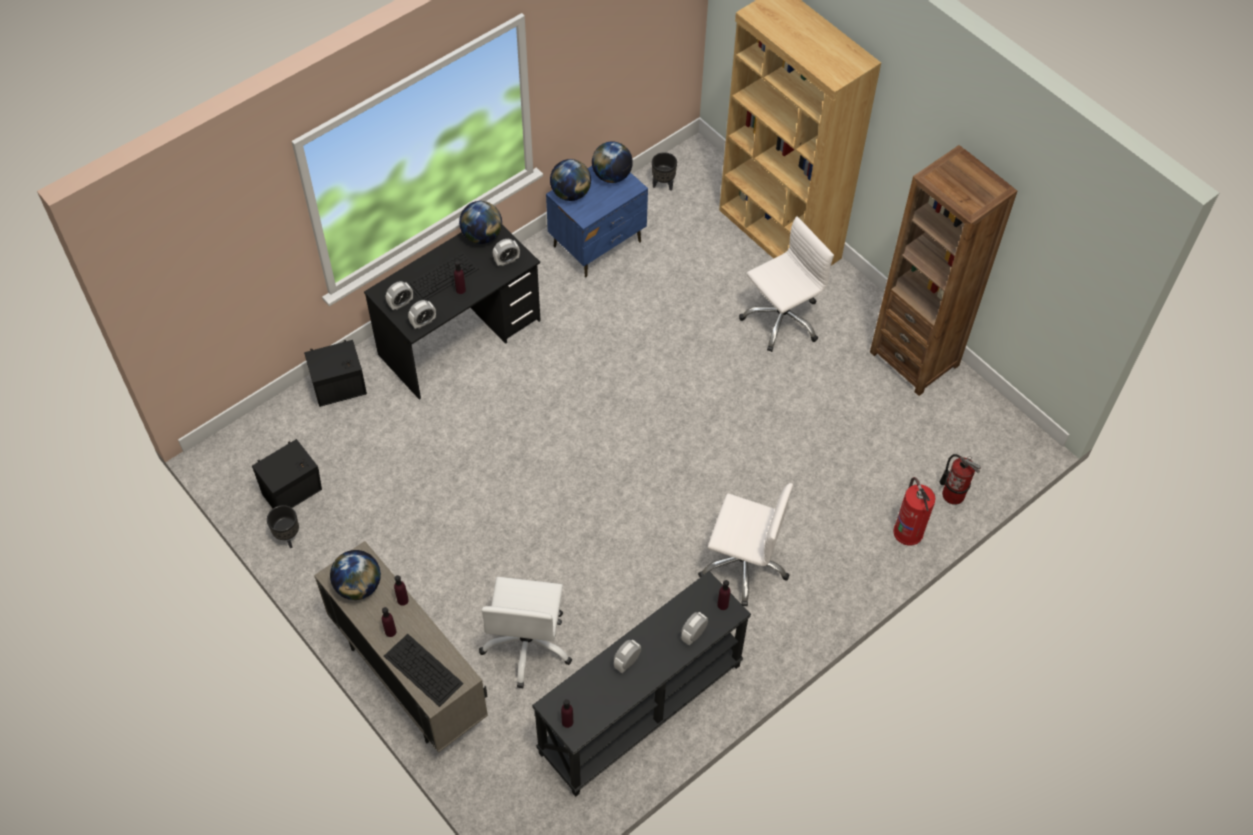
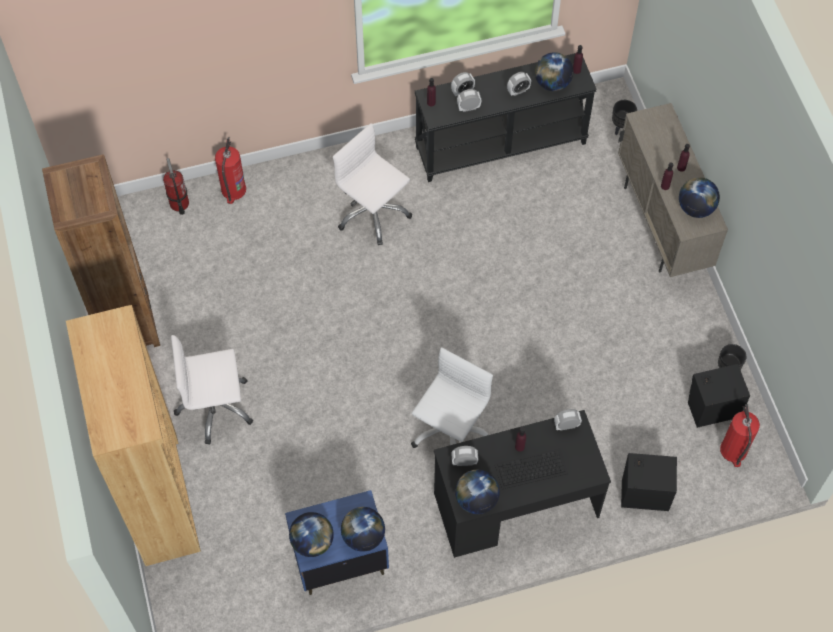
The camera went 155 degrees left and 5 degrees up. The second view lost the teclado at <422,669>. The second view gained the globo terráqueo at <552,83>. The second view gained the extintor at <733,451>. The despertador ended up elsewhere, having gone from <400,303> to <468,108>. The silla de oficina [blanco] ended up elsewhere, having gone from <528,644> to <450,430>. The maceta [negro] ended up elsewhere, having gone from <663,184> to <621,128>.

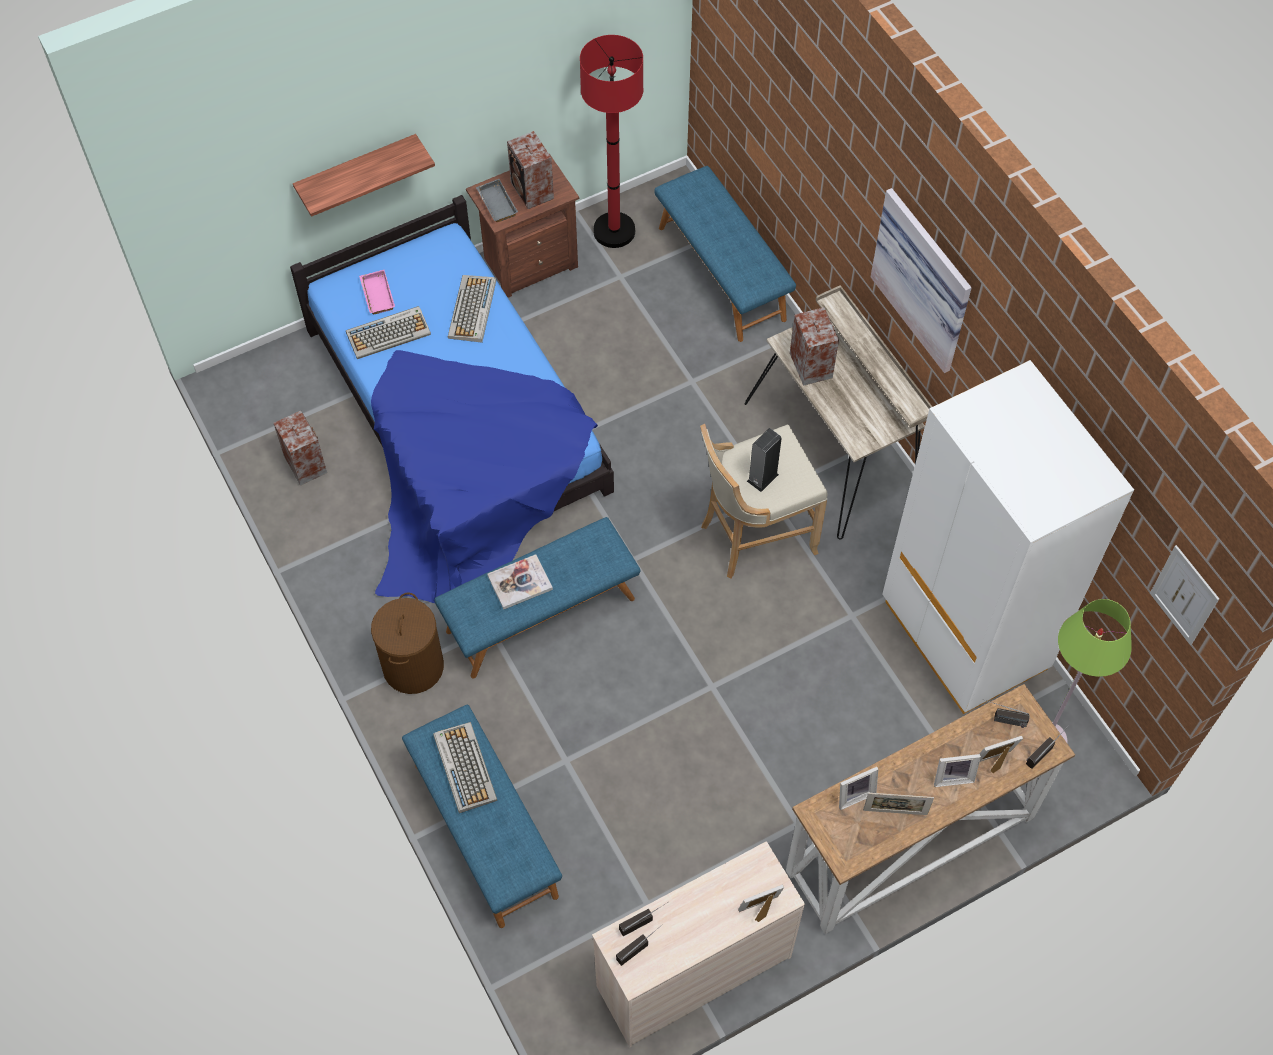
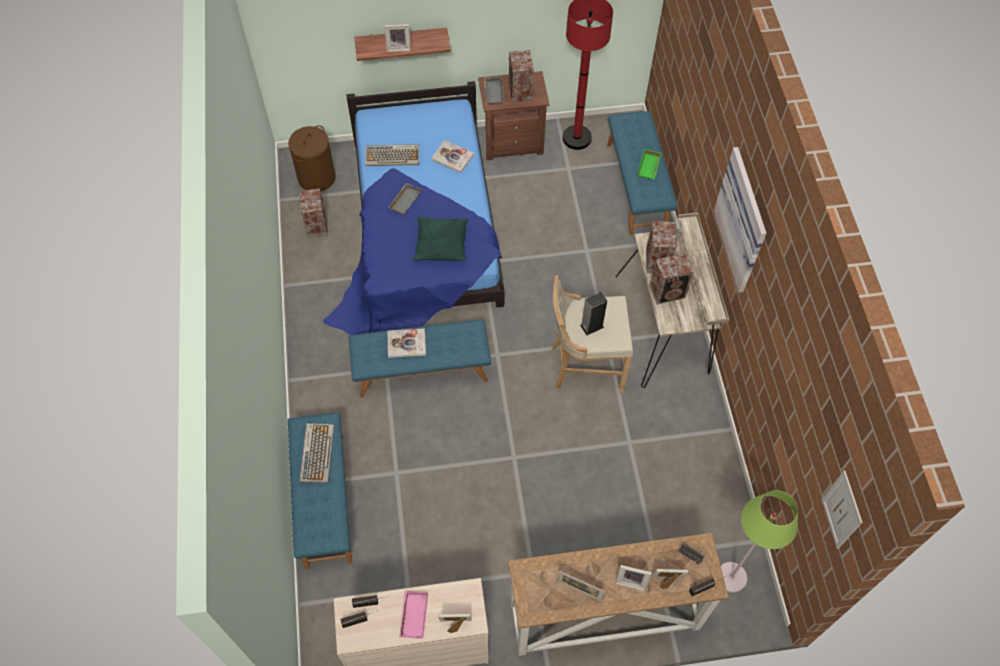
The camera went 20 degrees right and 0 degrees up. The second view lost the armario ropero [blanco] at <964,636>. The second view gained the bandeja [gris] at <404,200>. The second view gained the cojín [verde] at <441,244>. The second view gained the bandeja [verde] at <649,167>. The second view gained the altavoz at <668,292>. The bandeja [rosa] ended up elsewhere, having gone from <376,295> to <413,615>. The cesto de la ropa [marrón] ended up elsewhere, having gone from <413,666> to <317,177>. The portarretratos ended up elsewhere, having gone from <854,794> to <398,47>. Where the teclado stood at <472,310>, the libro came to stand at <452,157>.

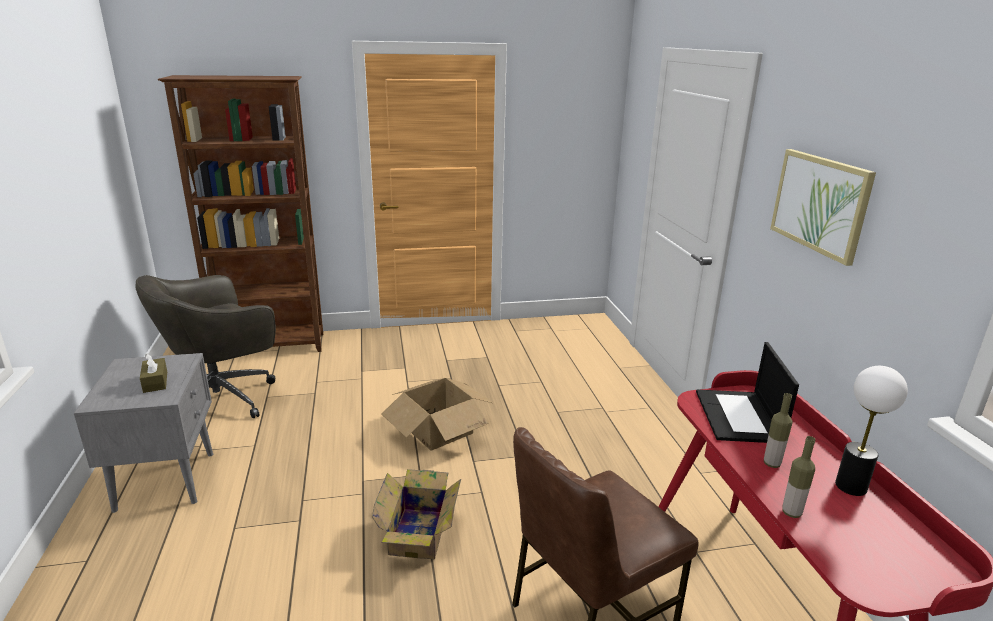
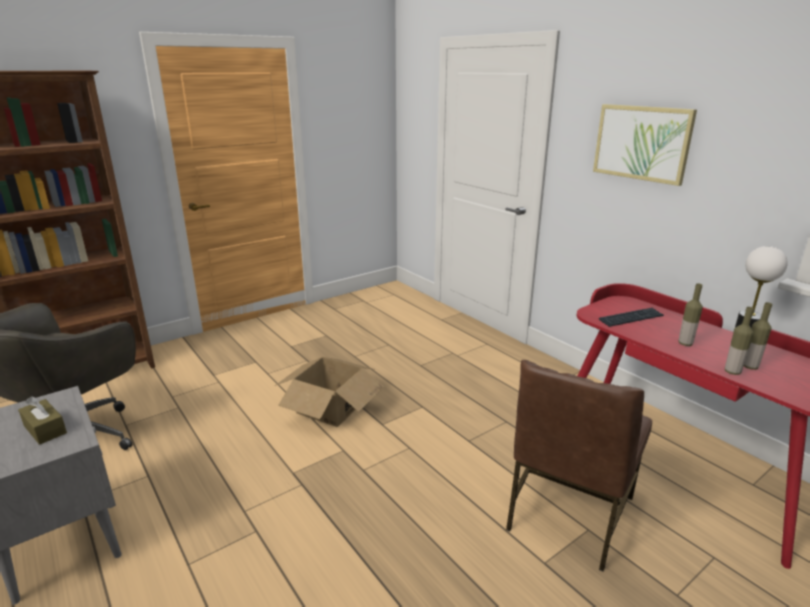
The camera went 25 degrees left and 0 degrees up. The second view lost the caja de cartón at <420,531>. The second view gained the botella at <750,366>. Where the portátil stood at <739,417>, the teclado came to stand at <631,318>.

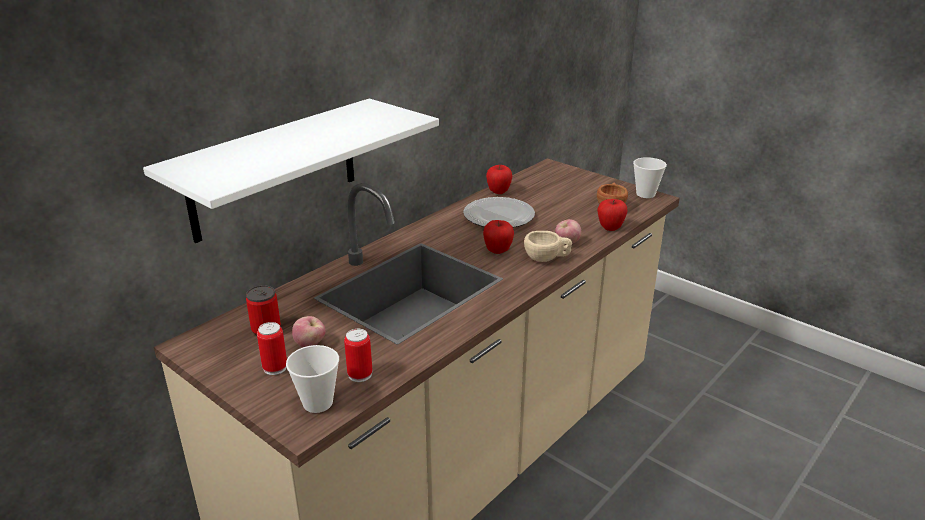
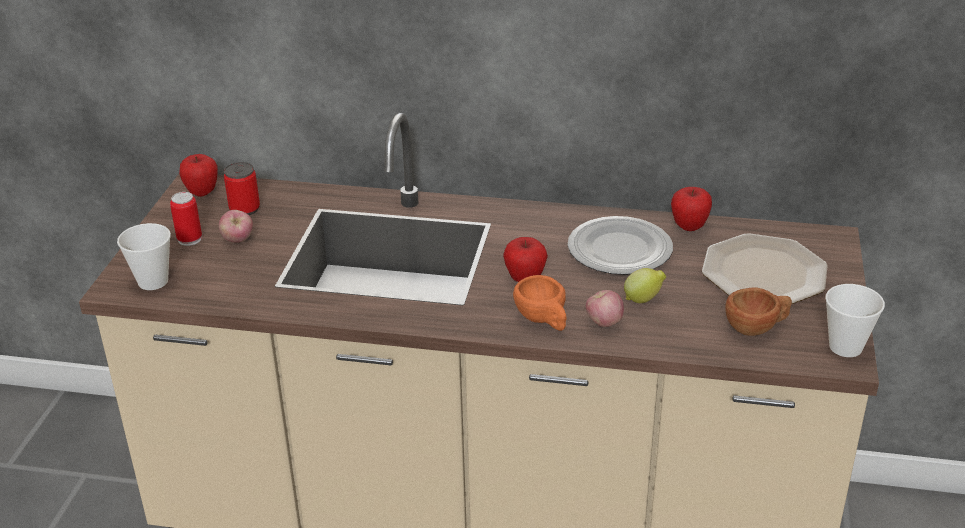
The camera went 60 degrees right and 5 degrees up. The second view lost the estante [blanco] at <274,169>. The second view lost the lata at <360,374>. The second view gained the limón at <643,299>. The second view gained the plato at <765,272>. The manzana ended up elsewhere, having gone from <610,228> to <202,192>. What was the taza [beis] at <547,259> turned into the taza [naranja] at <543,320>.

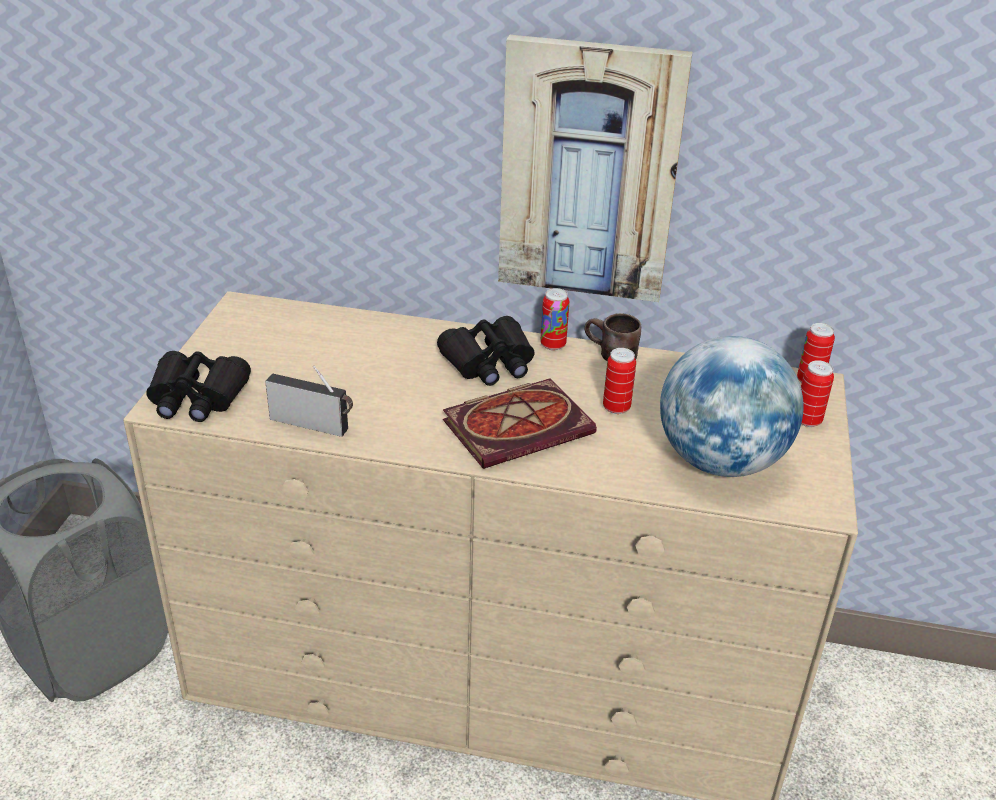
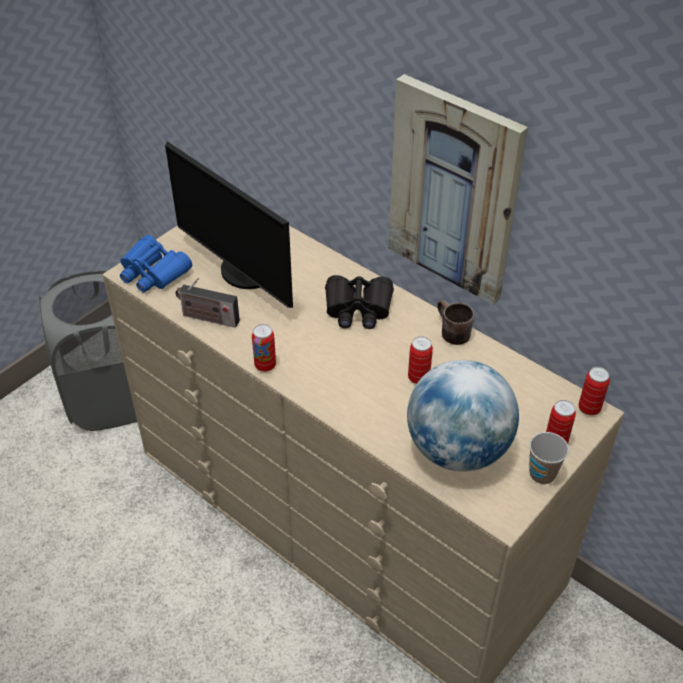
The camera went 30 degrees right and 10 degrees up. The second view lost the libro at <520,425>. The second view gained the monitor at <245,272>. The second view gained the taza at <542,474>. The lata ended up elsewhere, having gone from <553,345> to <265,365>. What was the prismáticos [negro] at <197,397> turned into the prismáticos [azul] at <153,272>. The radio at <313,424> ended up facing another way, 150 degrees clockwise from before.

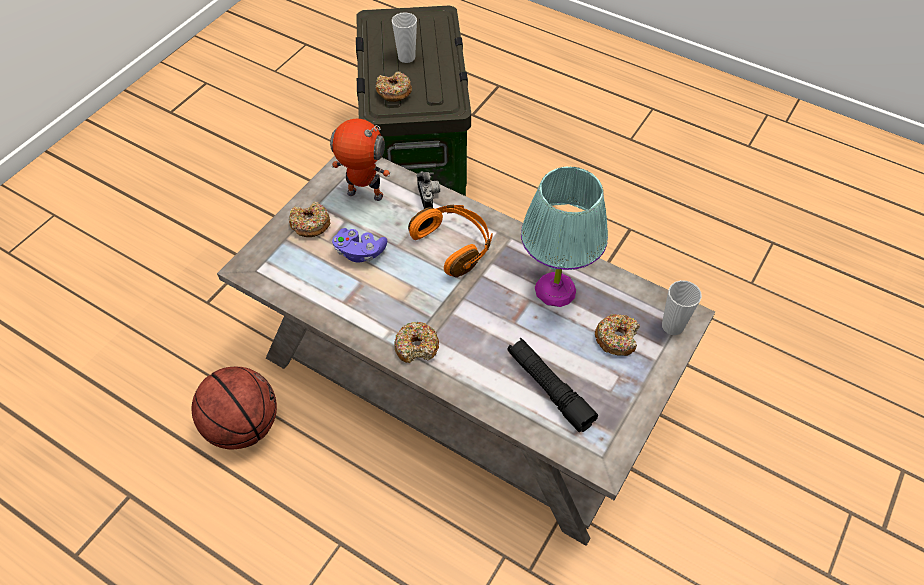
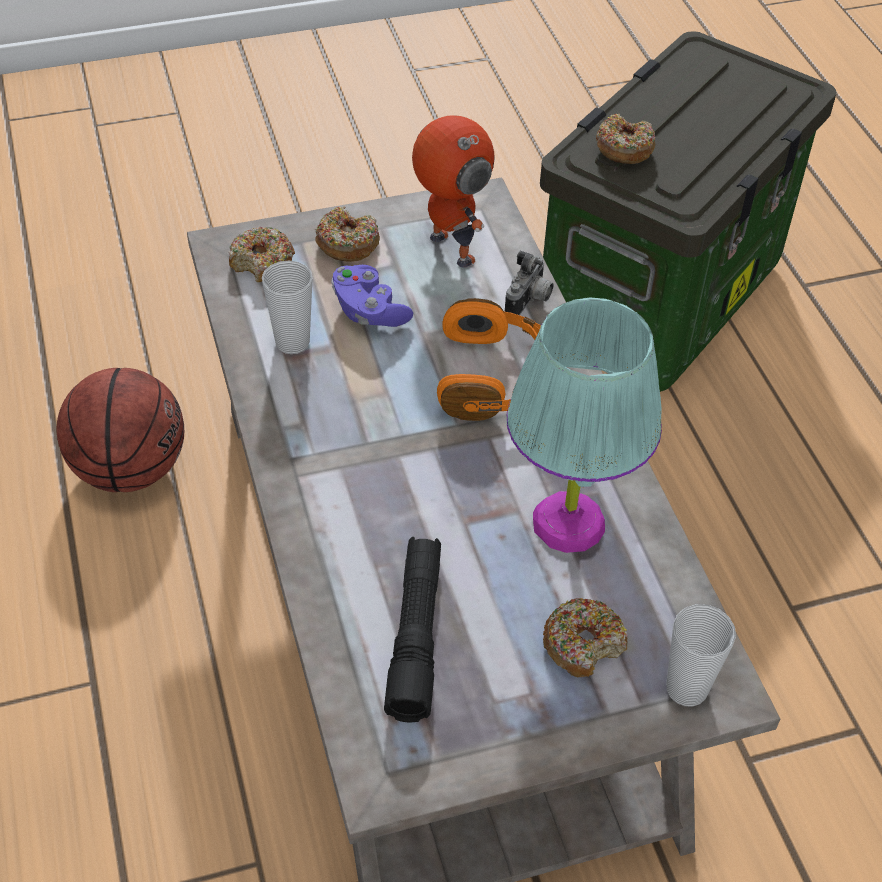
The camera went 40 degrees right and 5 degrees down. The taza ended up elsewhere, having gone from <406,57> to <292,342>. The rosquilla ended up elsewhere, having gone from <417,347> to <262,263>.

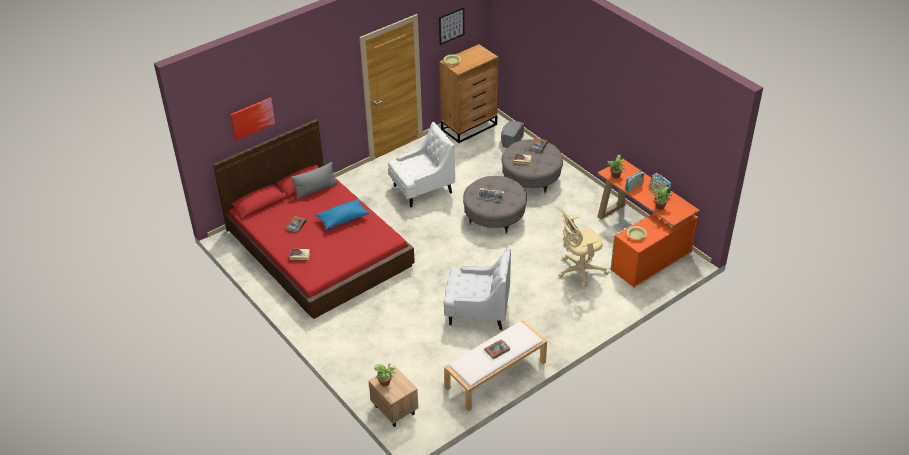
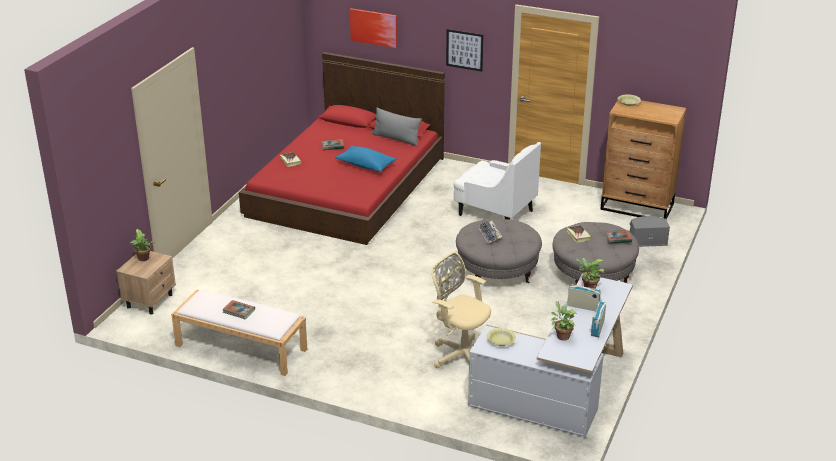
The camera went 60 degrees right and 10 degrees down. The second view lost the sillón [blanco] at <477,312>. The cuadro ended up elsewhere, having gone from <451,25> to <464,50>. What was the escritorio [naranja] at <641,243> turned into the escritorio [blanco] at <559,390>.

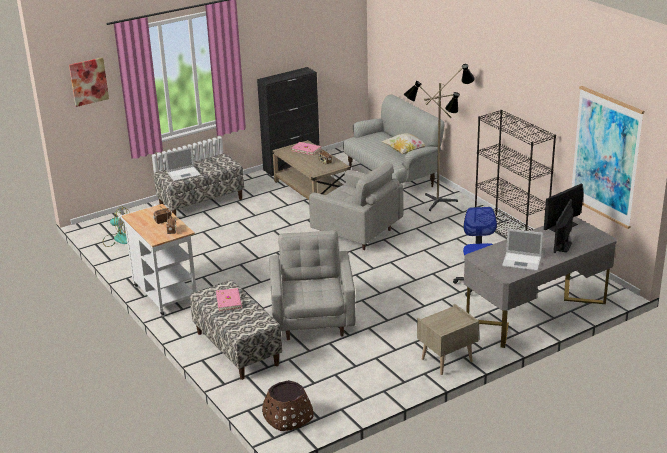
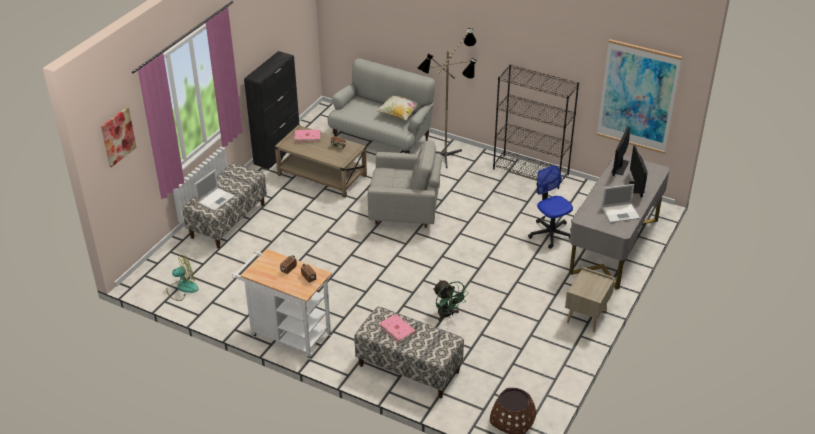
The camera went 30 degrees left and 10 degrees up. Where the sillón [gris] stood at <313,319>, the ventilador [verde] came to stand at <447,315>.

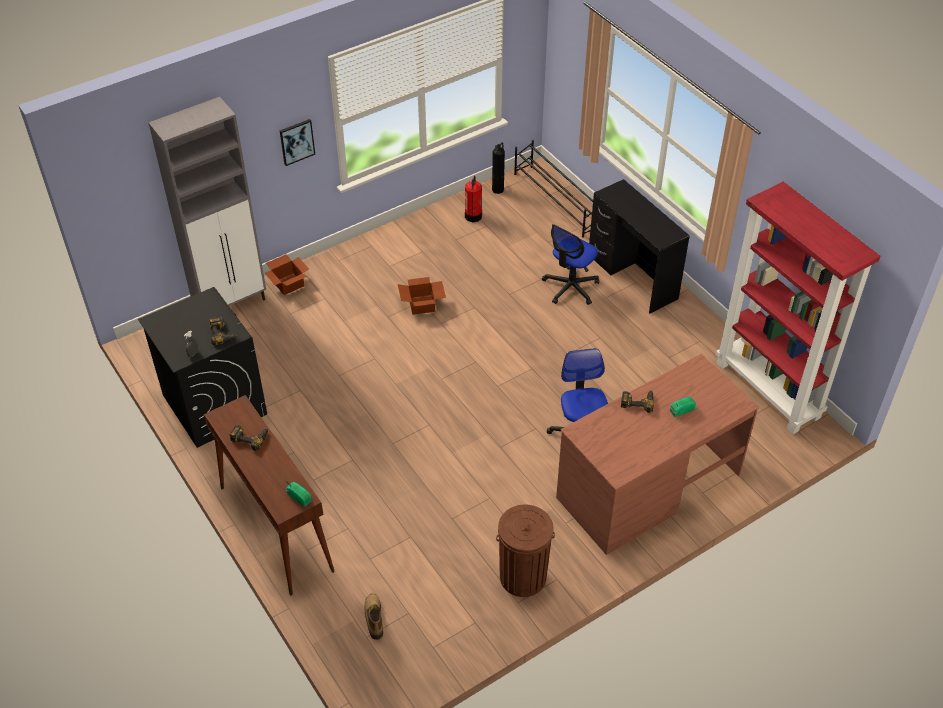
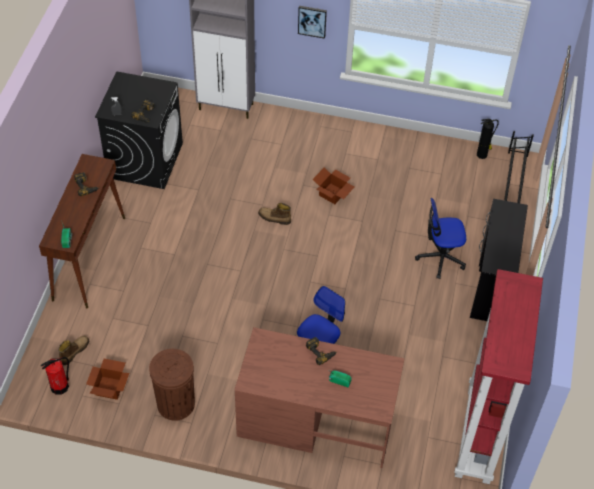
The camera went 45 degrees right and 5 degrees up. The second view gained the bota at <274,218>. The caja de cartón ended up elsewhere, having gone from <288,283> to <110,387>. The extintor ended up elsewhere, having gone from <473,216> to <60,386>.

